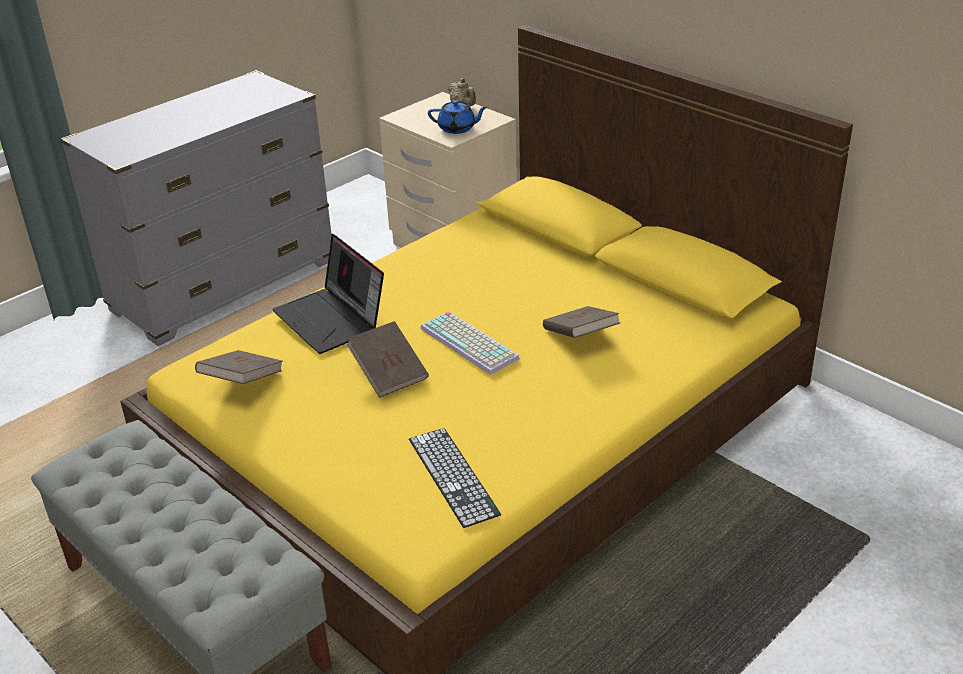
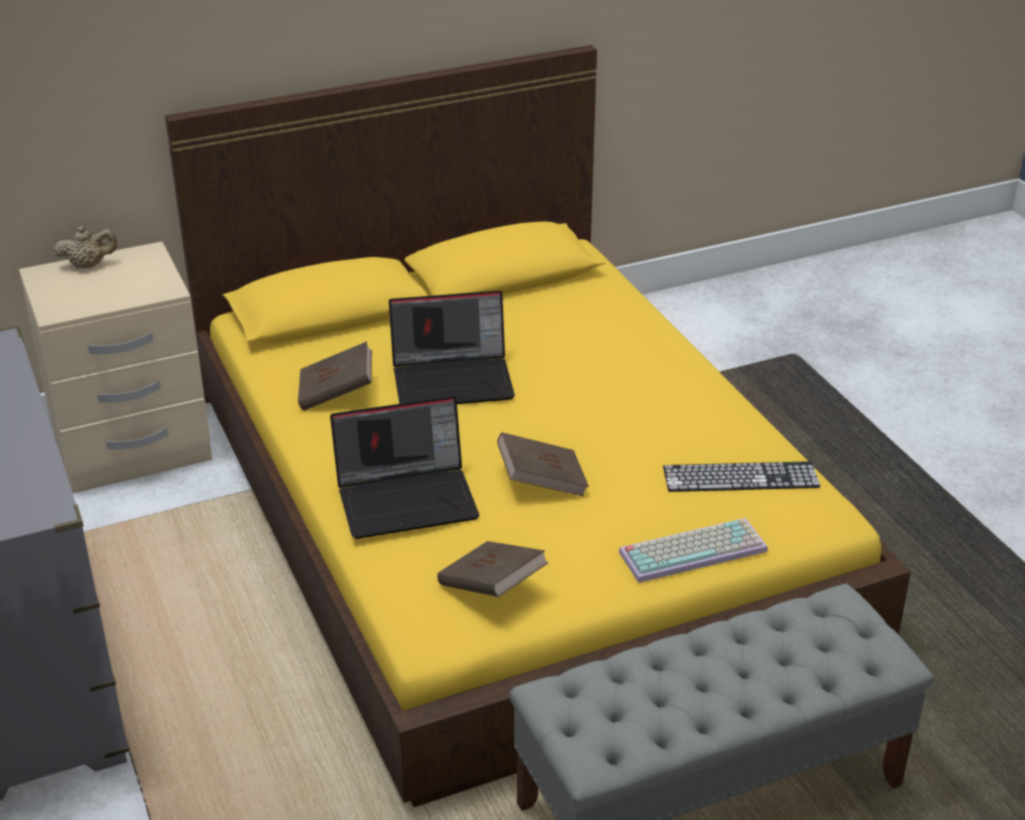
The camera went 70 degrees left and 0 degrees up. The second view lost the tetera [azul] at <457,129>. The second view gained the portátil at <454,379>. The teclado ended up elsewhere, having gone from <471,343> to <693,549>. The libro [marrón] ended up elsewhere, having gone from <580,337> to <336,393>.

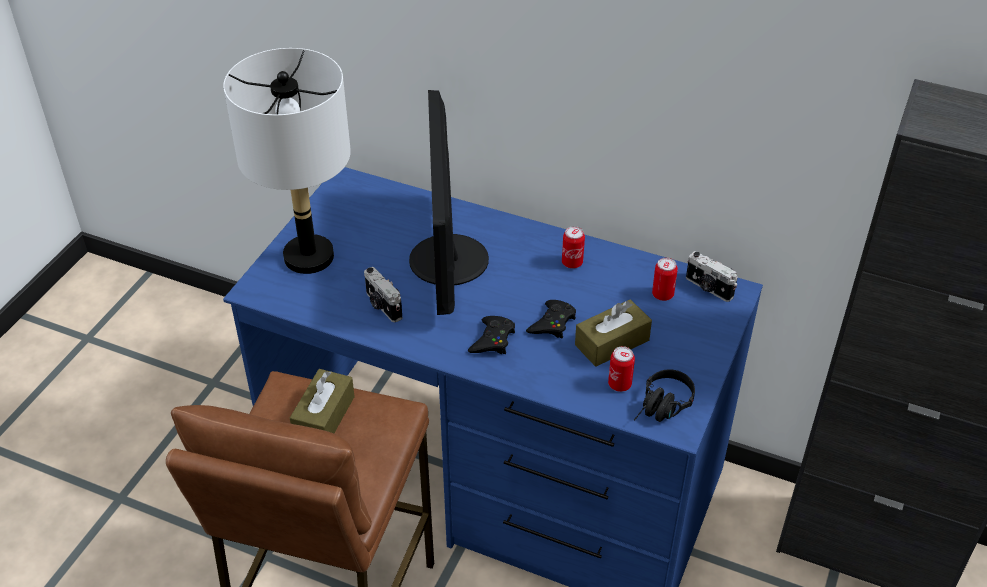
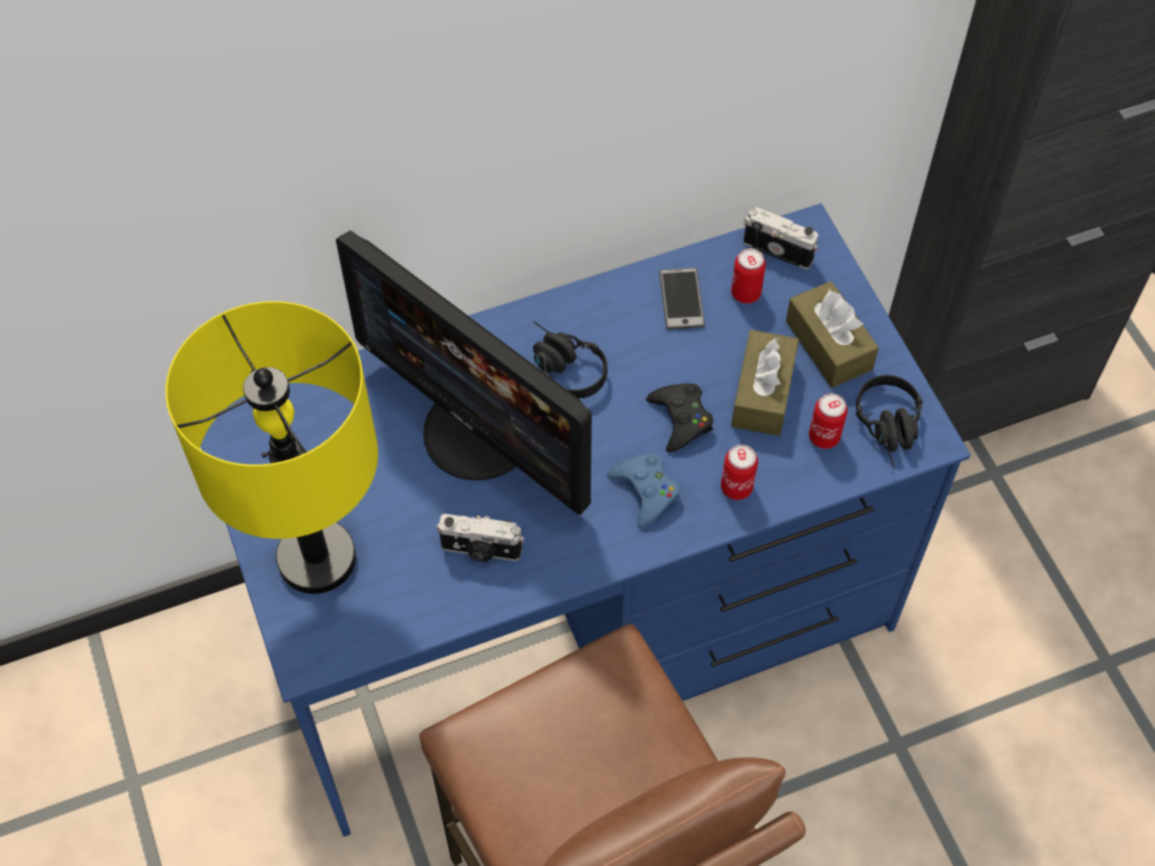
The camera went 45 degrees left and 15 degrees up. The second view gained the auriculares [negro] at <561,367>. The second view gained the móvil at <681,299>. The caja de pañuelos [marrón] ended up elsewhere, having gone from <324,416> to <828,345>. The lata ended up elsewhere, having gone from <572,263> to <736,487>. What was the lámpara de mesa [blanco] at <308,257> turned into the lámpara de mesa [amarillo] at <316,559>. What was the mando de consola [negro] at <492,340> turned into the mando de consola [azul] at <646,491>. The cámara at <708,288> ended up facing another way, 150 degrees counterclockwise from before.

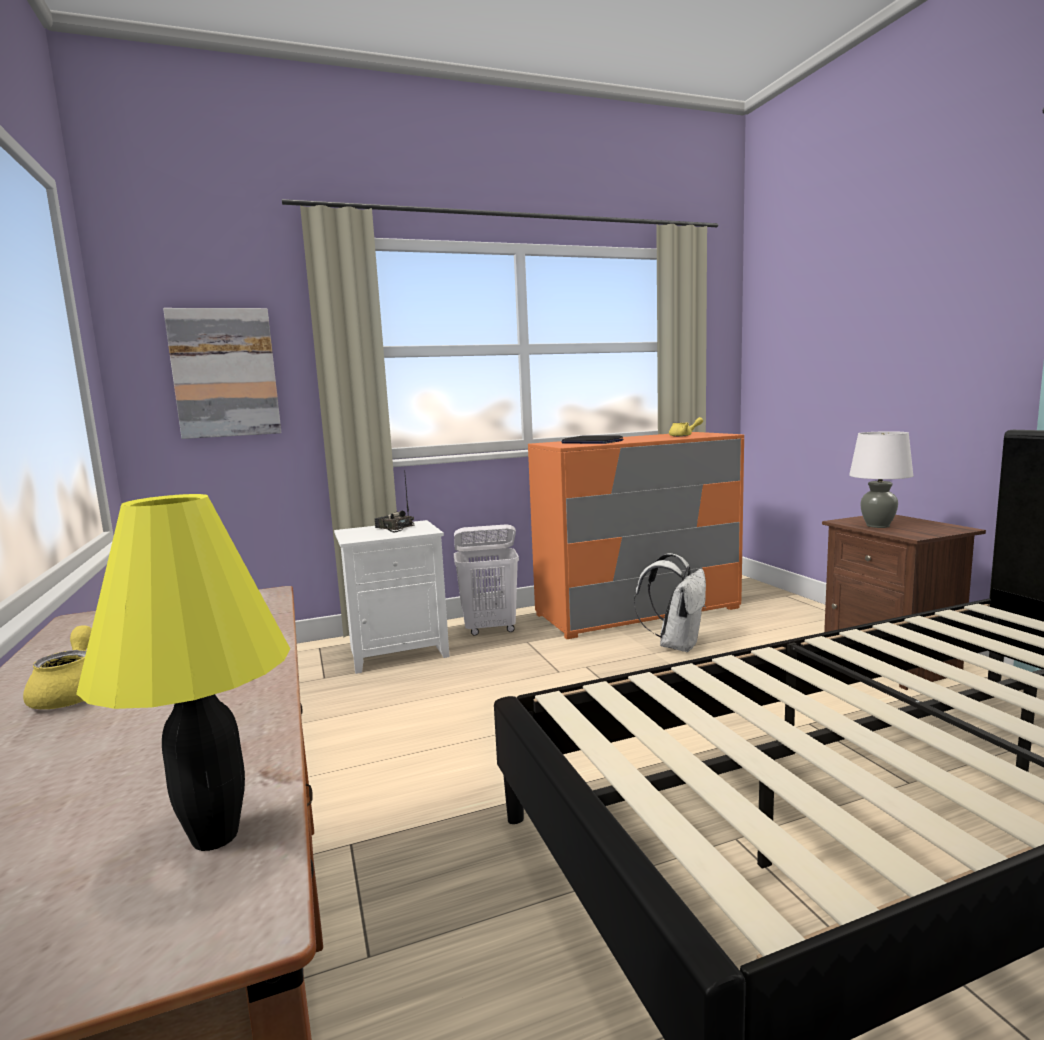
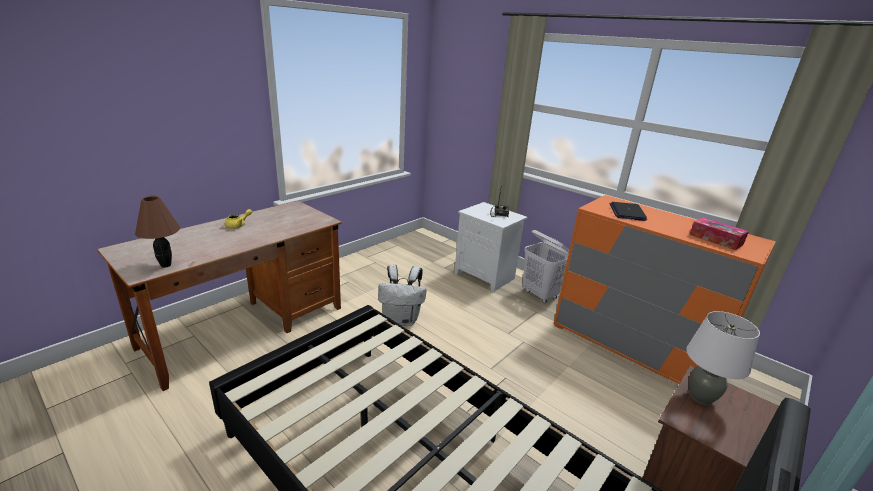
The camera went 60 degrees right and 15 degrees up. The second view lost the cuadro at <225,373>. The mochila [blanco] ended up elsewhere, having gone from <676,645> to <401,320>. Where the tetera [amarillo] stood at <684,436>, the caja de pañuelos came to stand at <715,239>. What was the lámpara de mesa [amarillo] at <217,835> turned into the lámpara de mesa [marrón] at <166,265>.

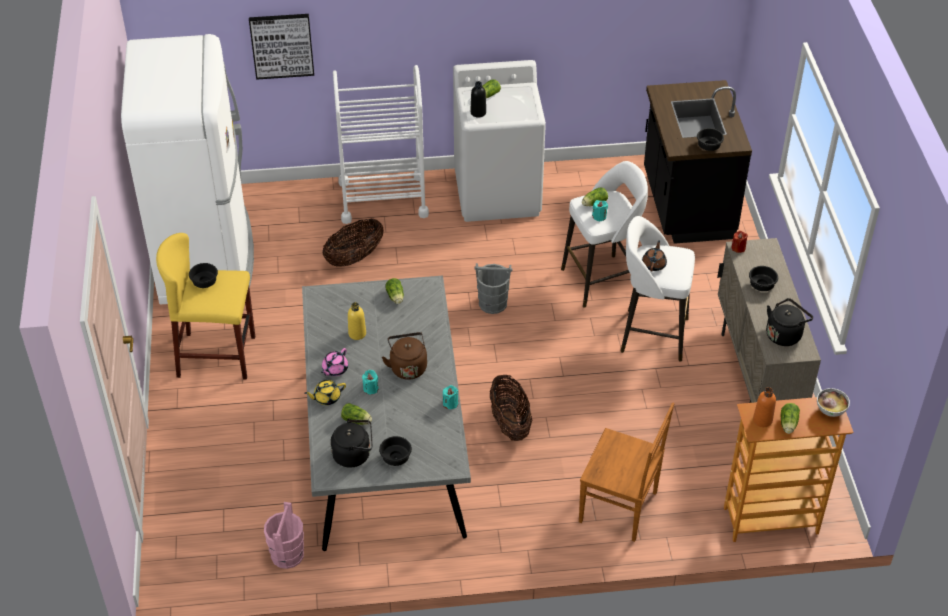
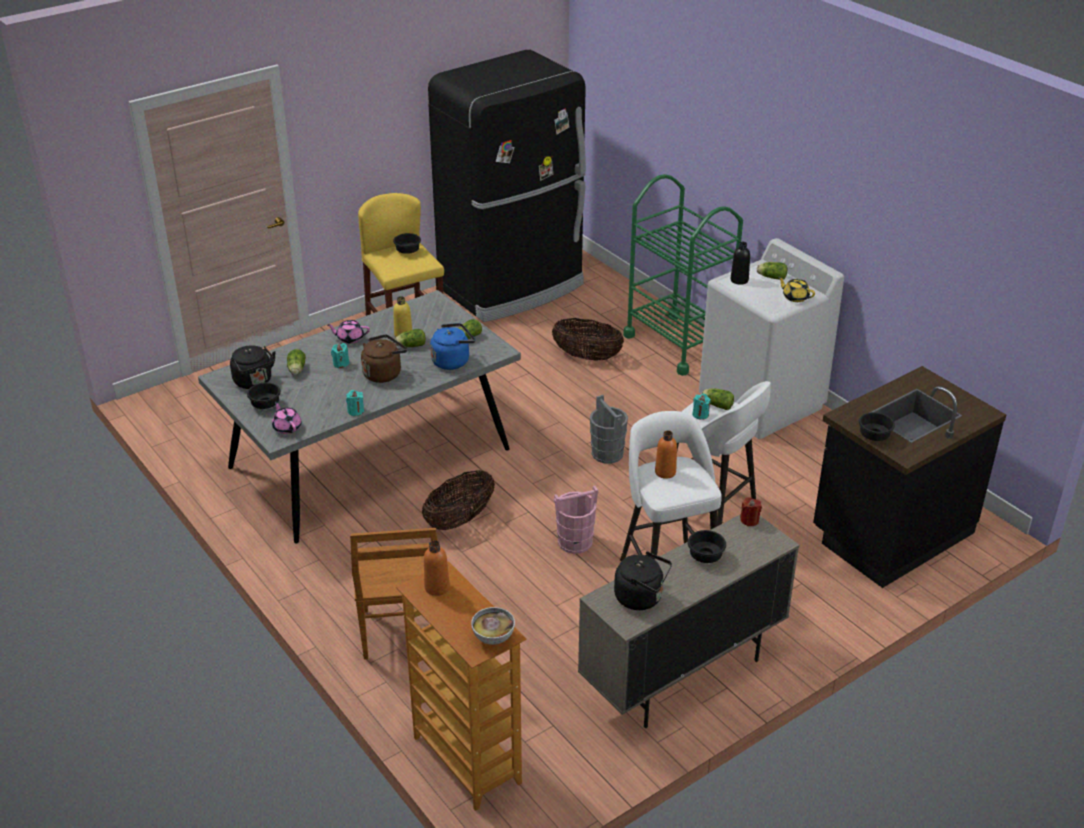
The camera went 60 degrees right and 10 degrees down. The second view lost the cuadro at <282,45>. The second view gained the tetera [rosa] at <287,427>. The second view gained the hervidor [azul] at <452,361>. The cubo [rosa] ended up elsewhere, having gone from <287,555> to <574,542>. The tetera [amarillo] ended up elsewhere, having gone from <326,398> to <795,297>. The lechuga ended up elsewhere, having gone from <788,424> to <410,346>. Where the tetera [marrón] stood at <654,264>, the botella [naranja] came to stand at <665,472>. What was the nevera [blanco] at <206,256> turned into the nevera [negro] at <513,287>. What was the carrito [blanco] at <383,199> turned into the carrito [verde] at <678,344>.

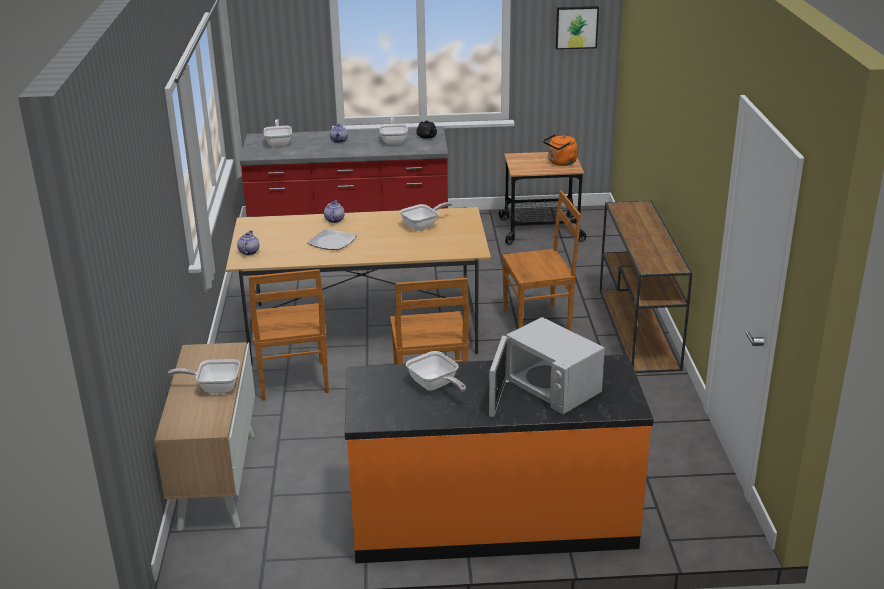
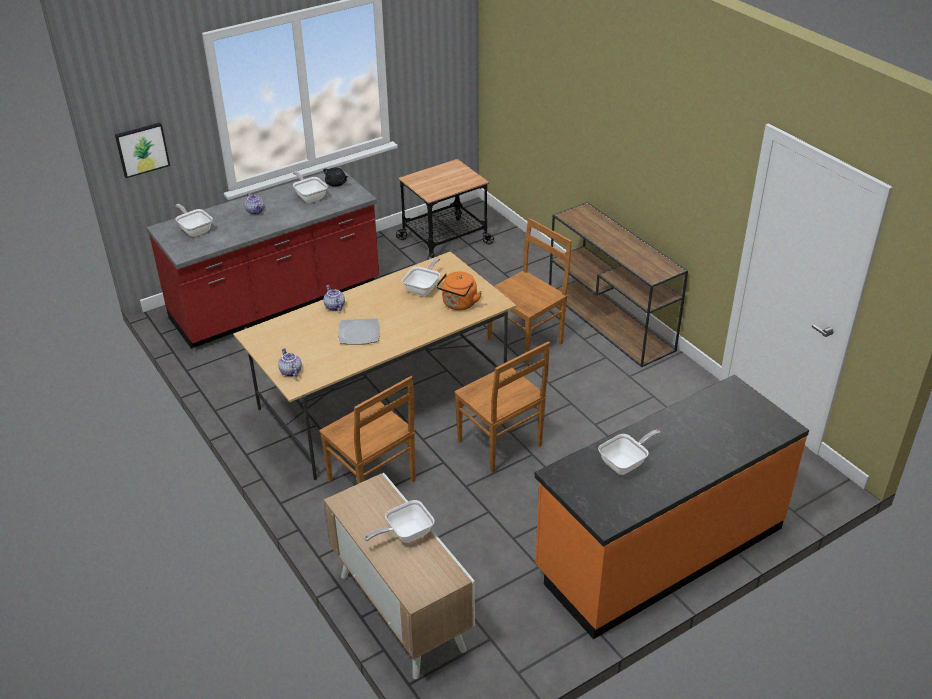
The camera went 30 degrees left and 10 degrees up. The second view lost the microondas [blanco] at <546,387>. The hervidor [naranja] ended up elsewhere, having gone from <560,163> to <458,304>. The cuadro ended up elsewhere, having gone from <576,27> to <142,149>. The sartén at <435,386> ended up facing another way, 60 degrees counterclockwise from before.

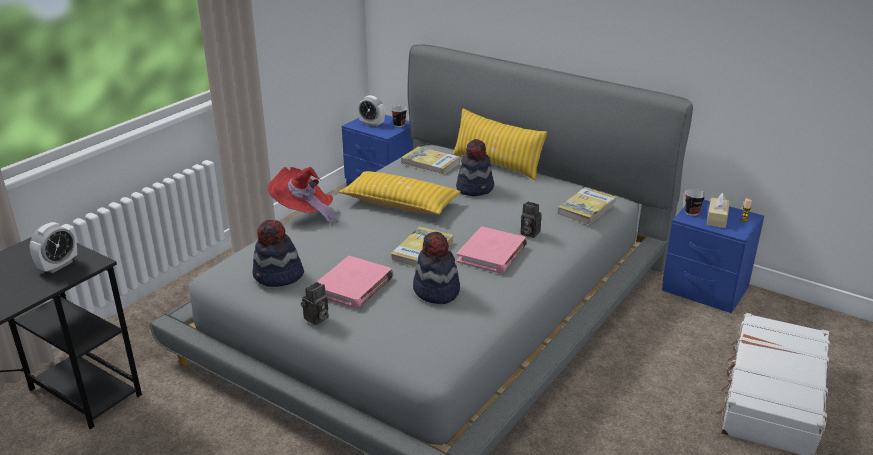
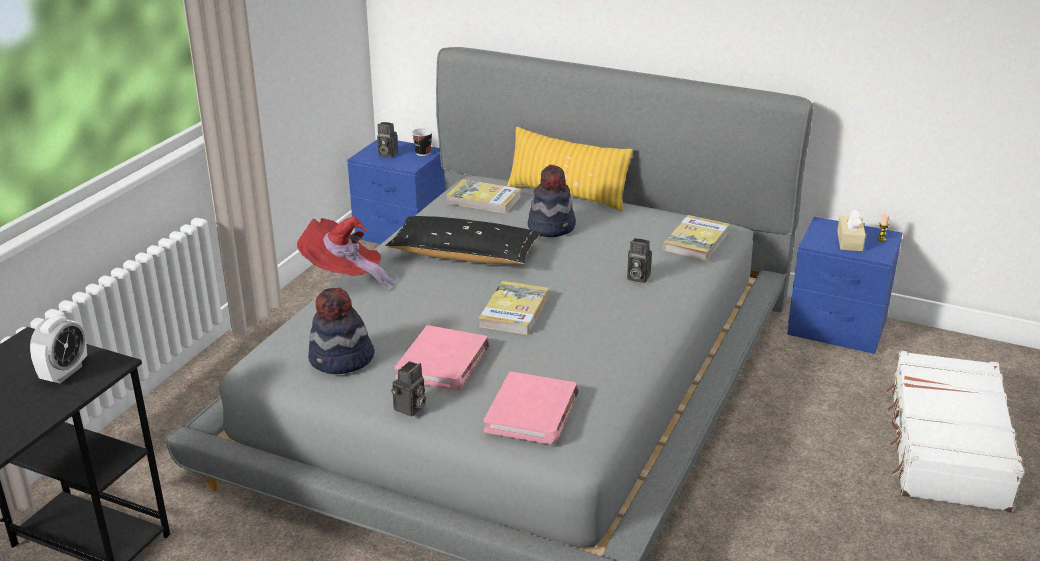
The camera went 10 degrees left and 0 degrees up. The second view lost the sombrero at <436,291>. The second view lost the taza at <692,212>. The libro [rosa] ended up elsewhere, having gone from <492,253> to <532,412>. Where the despertador stood at <371,124>, the cámara came to stand at <386,154>. What was the cojín [amarillo] at <400,203> turned into the cojín [negro] at <464,254>.

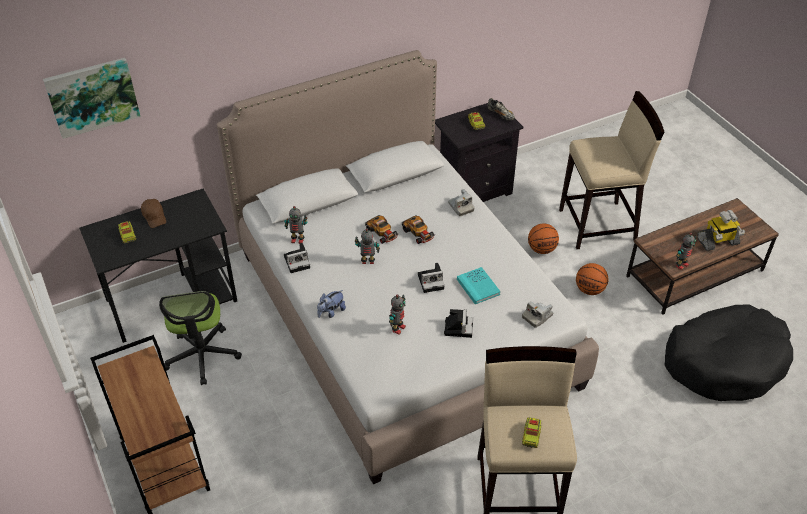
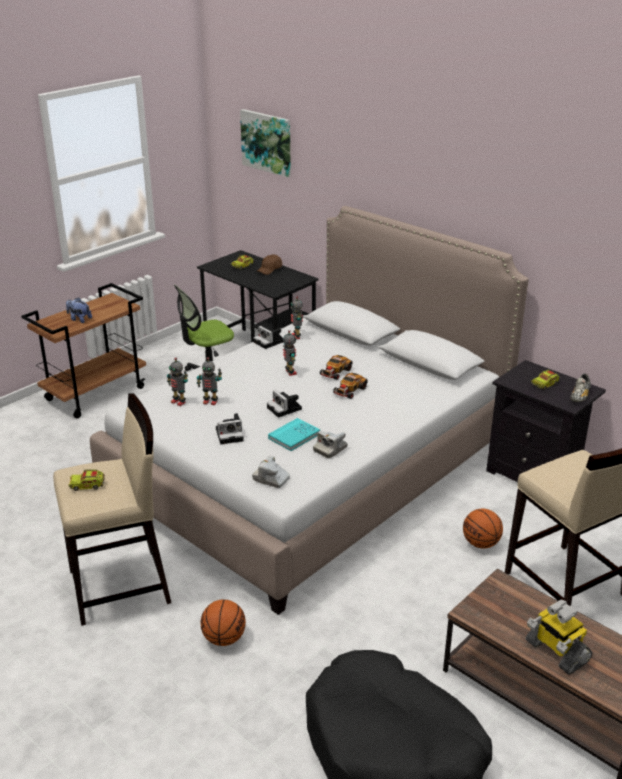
The camera went 70 degrees right and 15 degrees down. The peluche ended up elsewhere, having gone from <331,312> to <79,319>. The cámara ended up elsewhere, having gone from <460,207> to <330,449>. The balón de baloncesto ended up elsewhere, having gone from <589,290> to <224,638>. The robot de juguete ended up elsewhere, having gone from <681,265> to <179,402>.

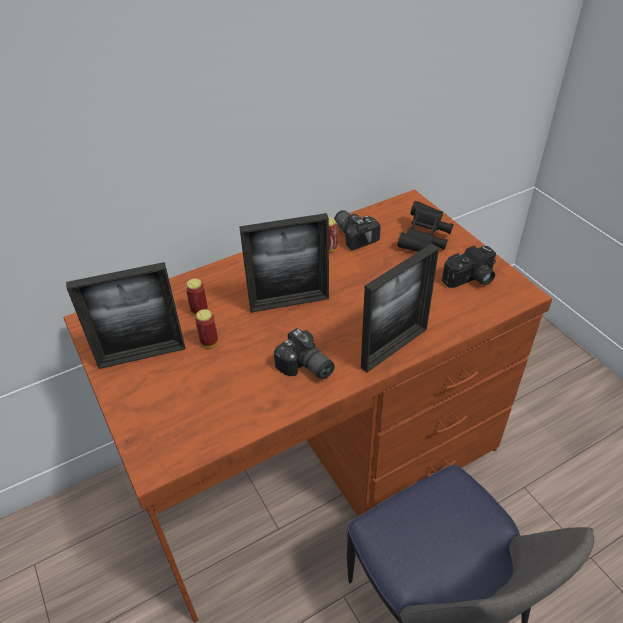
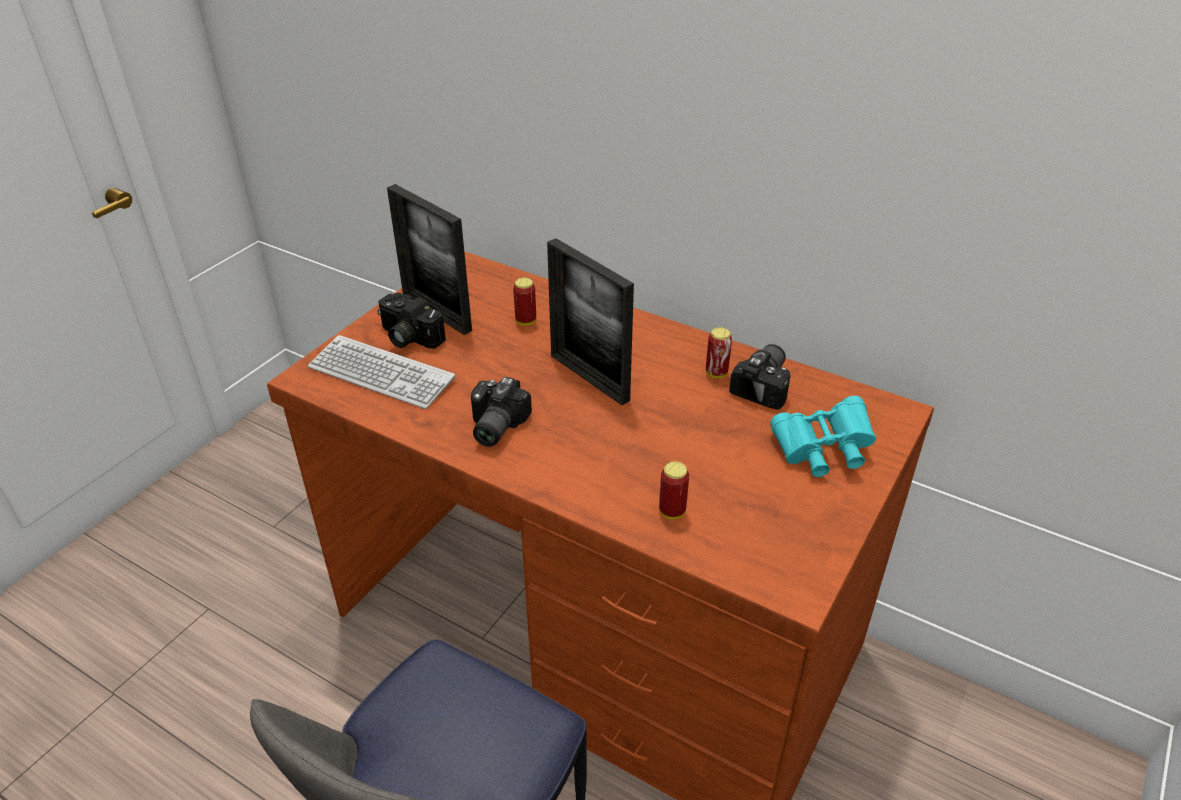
The camera went 60 degrees right and 5 degrees down. The second view lost the portarretratos at <394,348>. The second view gained the teclado at <381,374>. The lata ended up elsewhere, having gone from <209,342> to <672,511>. The cámara ended up elsewhere, having gone from <470,279> to <407,337>. What was the prismáticos [negro] at <424,239> turned into the prismáticos [turquesa] at <822,451>.

